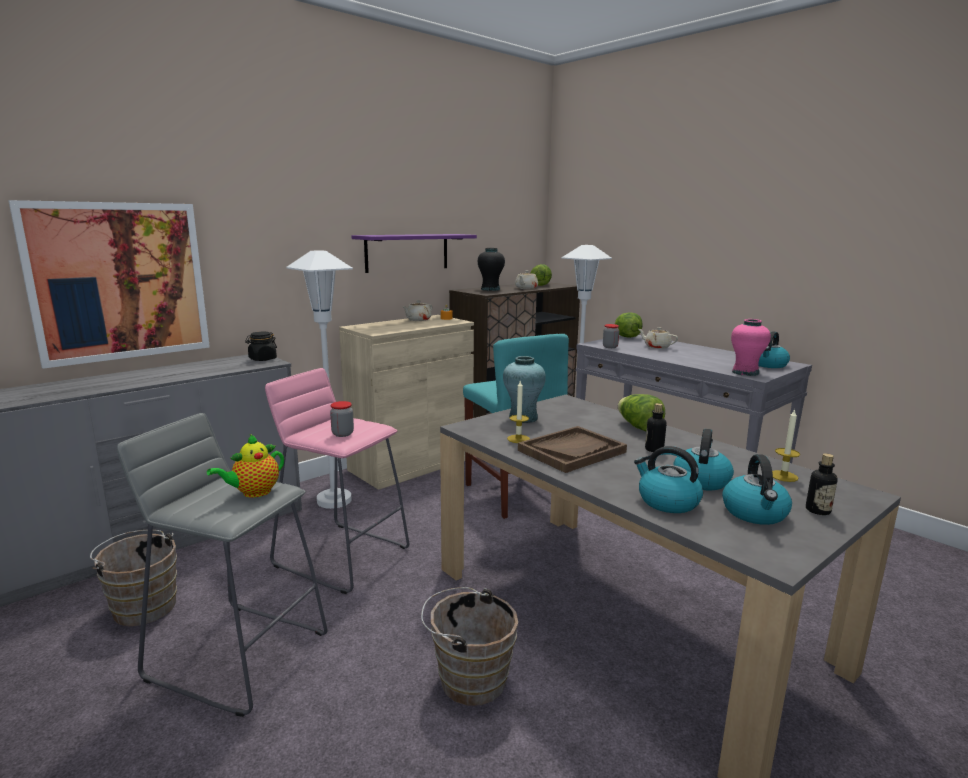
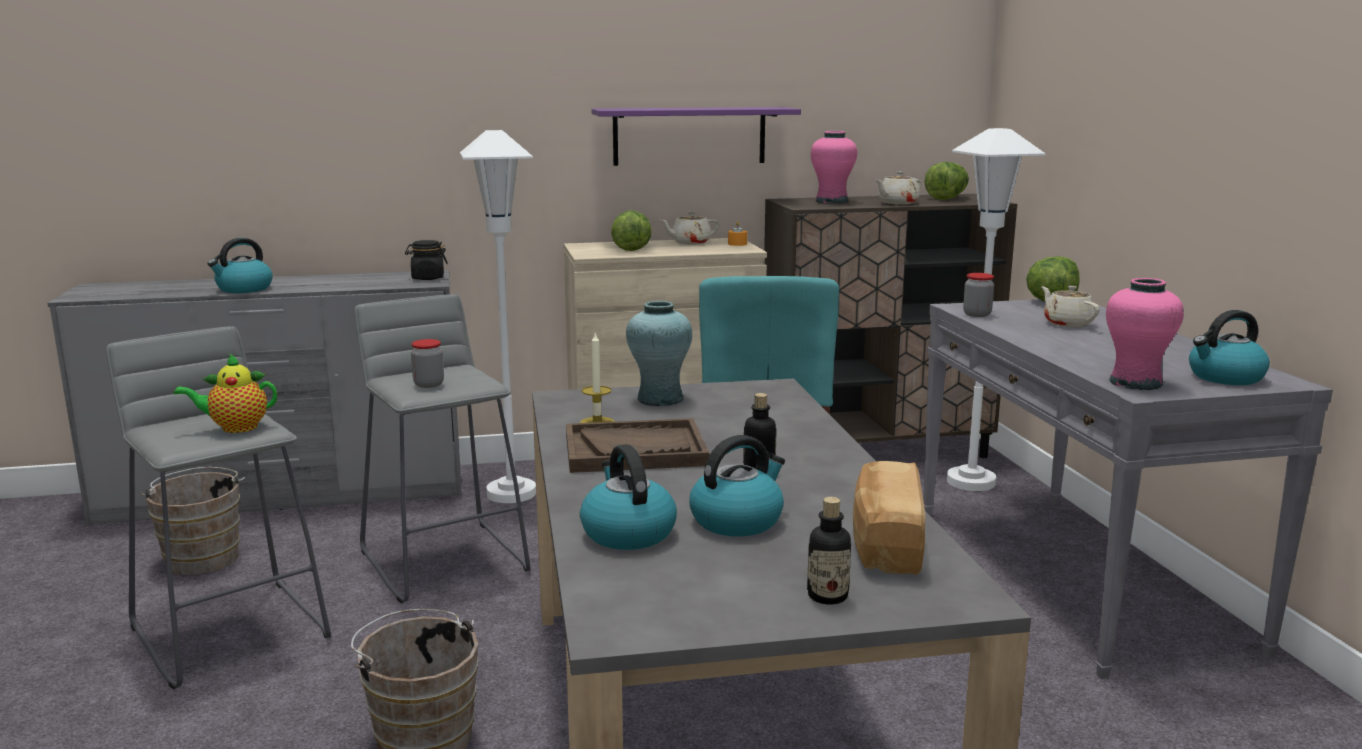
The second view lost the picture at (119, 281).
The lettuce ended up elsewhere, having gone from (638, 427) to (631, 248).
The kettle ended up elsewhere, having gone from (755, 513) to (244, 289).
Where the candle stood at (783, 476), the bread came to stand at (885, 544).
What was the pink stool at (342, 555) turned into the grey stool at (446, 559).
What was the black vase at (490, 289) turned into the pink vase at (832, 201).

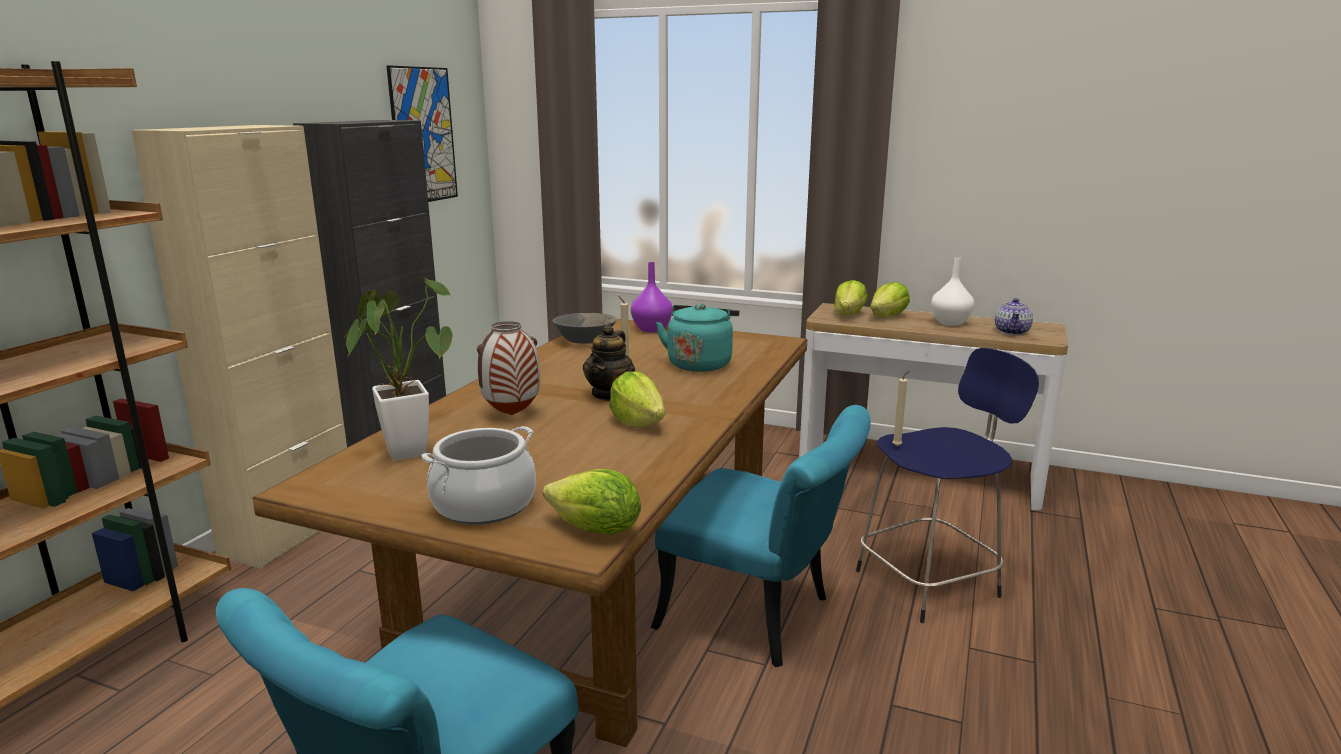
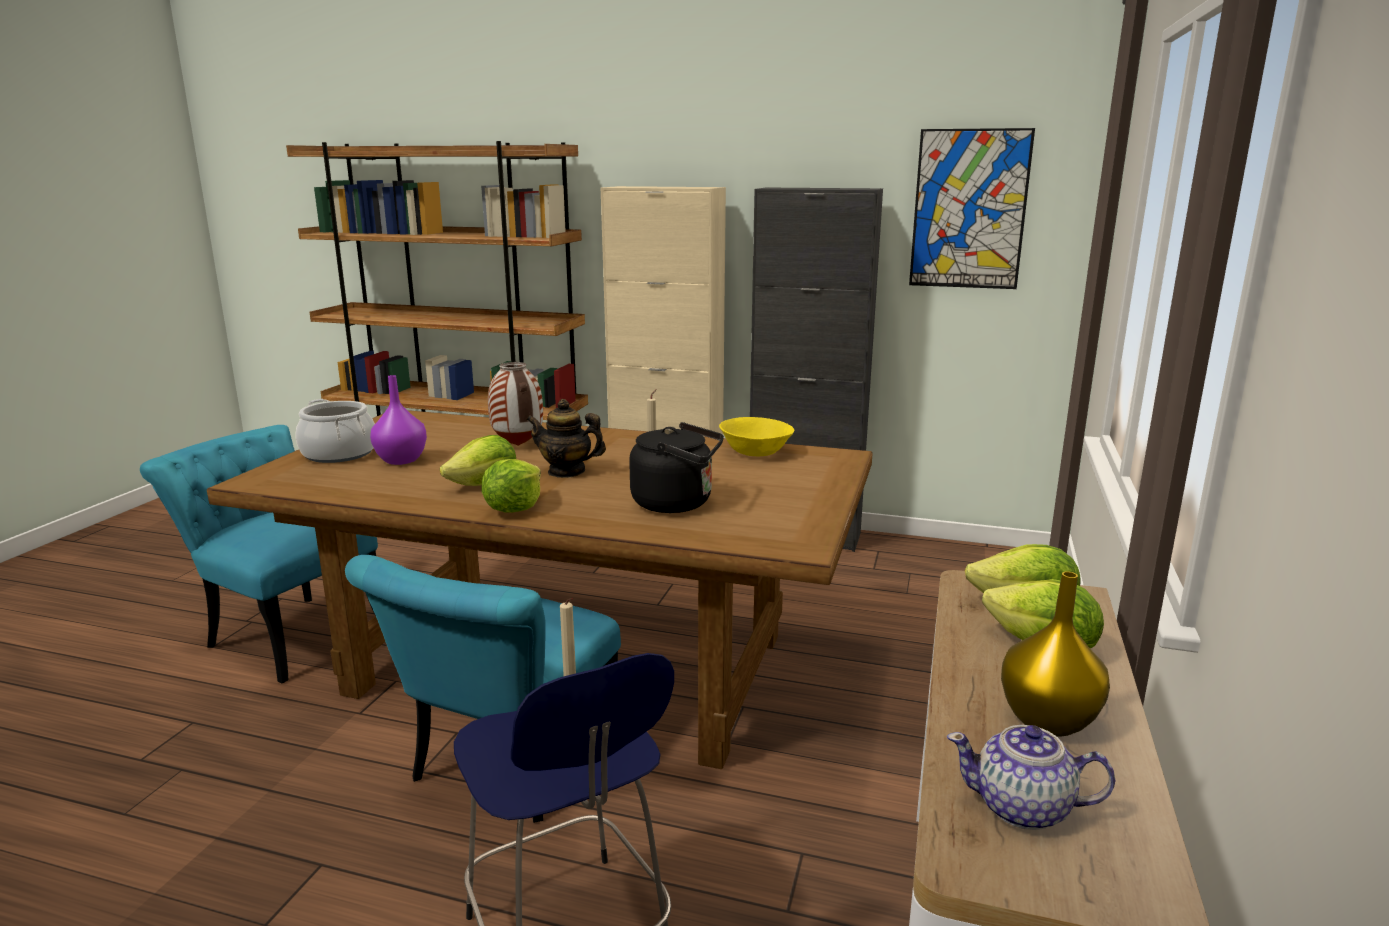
The second view lost the potted plant at (405, 449).
The lettuce ended up elsewhere, having gone from (596, 530) to (514, 508).
The purple vase ended up elsewhere, having gone from (652, 329) to (401, 460).
What was the grey bowl at (585, 341) turned into the yellow bowl at (754, 452).
What was the turquoise kettle at (700, 363) turned into the black kettle at (677, 503).
What was the white vase at (949, 323) turned into the yellow vase at (1048, 719).

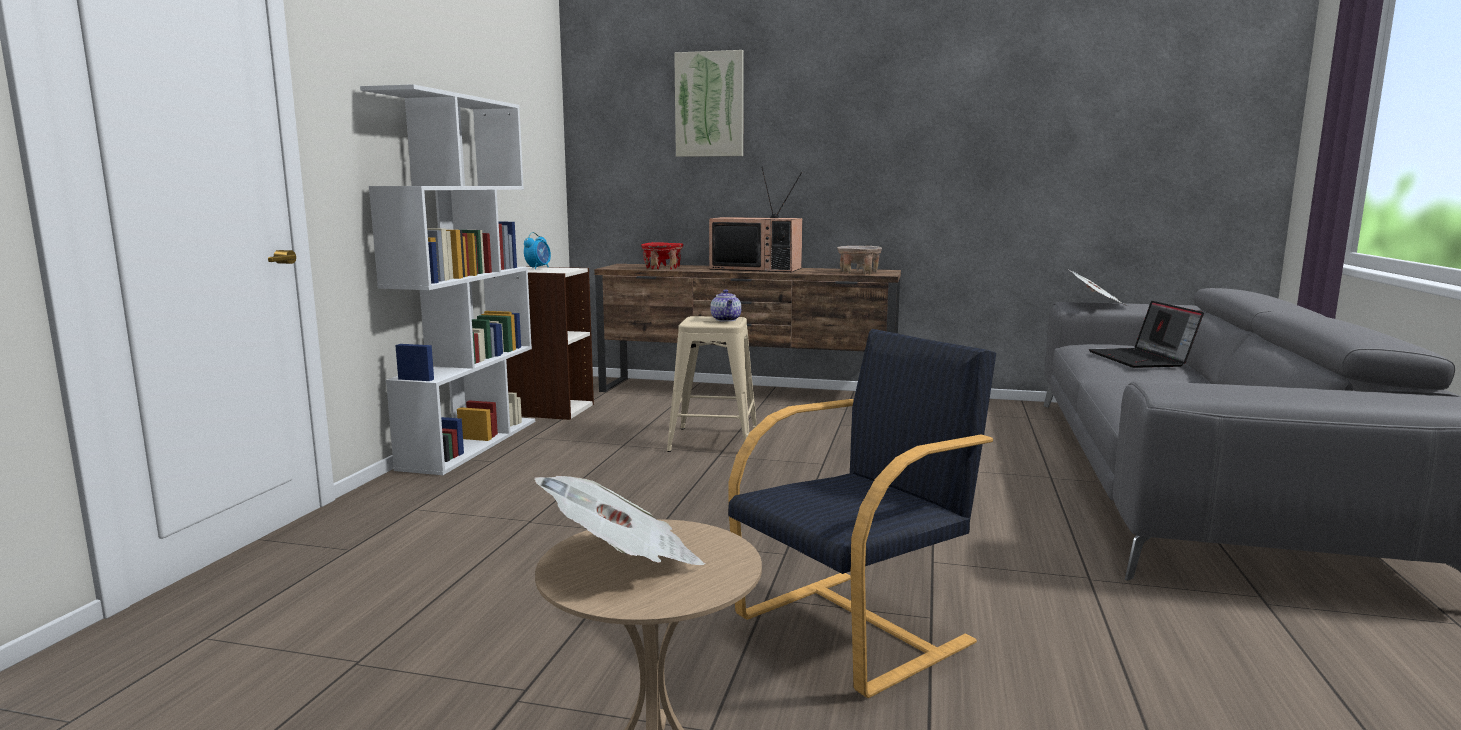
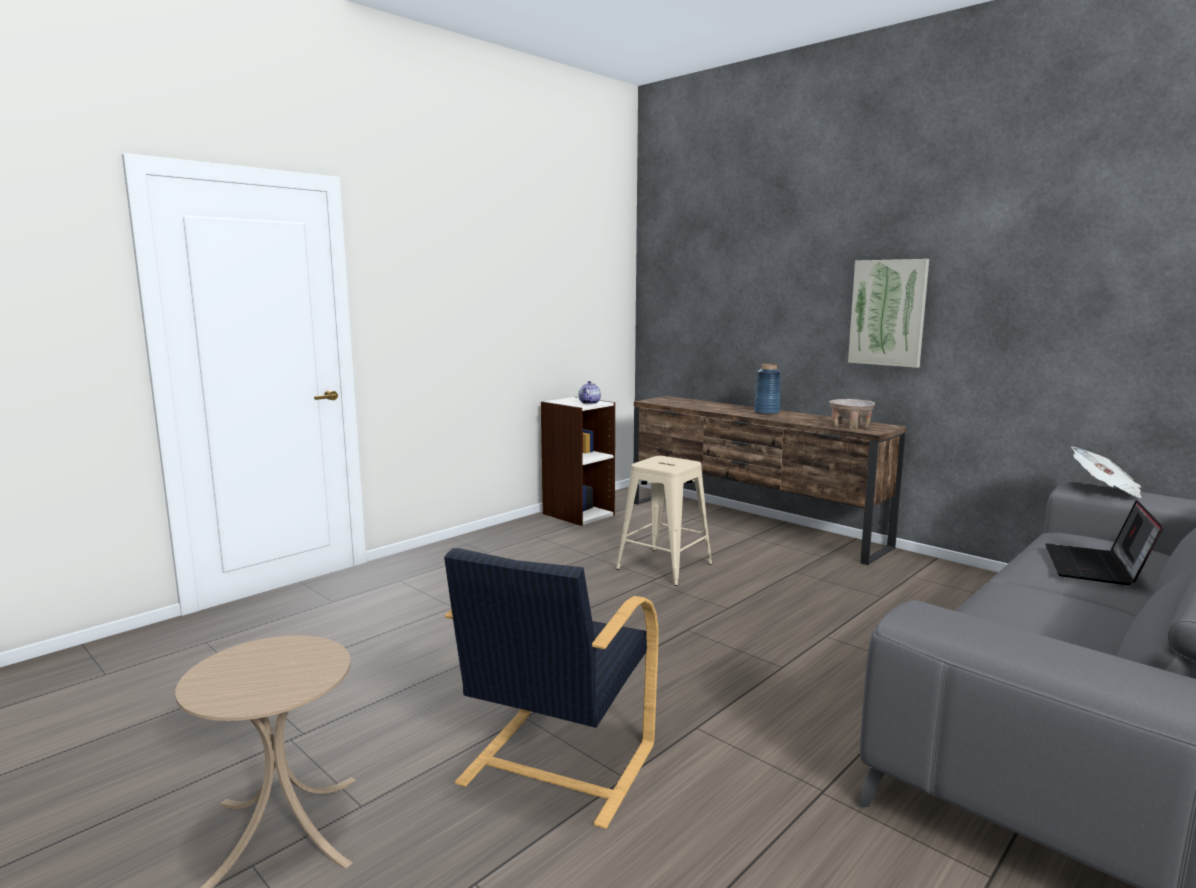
The second view lost the white bookcase at (470, 443).
The second view lost the alarm clock at (538, 268).
The second view lost the newspaper at (623, 561).
The second view lost the red bowl at (662, 268).
The picture ended up elsewhere, having gone from (709, 104) to (888, 313).
The teapot ended up elsewhere, having gone from (726, 320) to (590, 403).
Where the television stood at (757, 269), the blue vase came to stand at (767, 412).
The black armchair at (856, 628) ended up facing another way, 120 degrees clockwise from before.

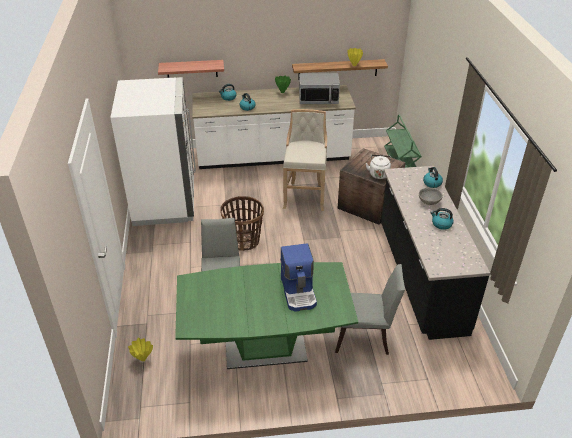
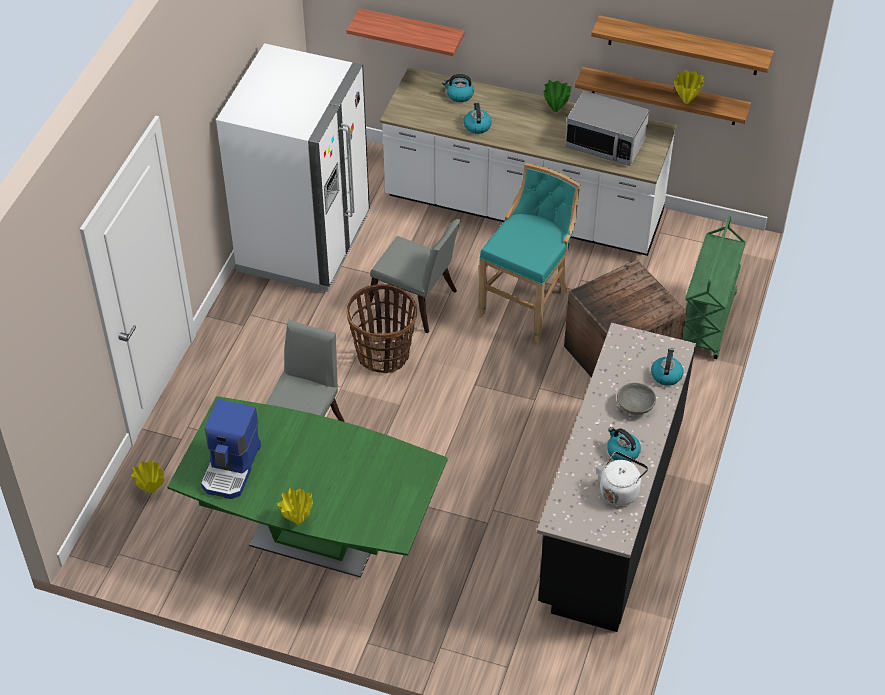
The second view gained the yellow vase at (298, 520).
The second view gained the shelf at (683, 46).
The coffee machine ended up elsewhere, having gone from (299, 292) to (232, 468).
The grey chair ended up elsewhere, having gone from (365, 336) to (416, 303).
The white kettle ended up elsewhere, having gone from (378, 174) to (620, 490).
What was the beige stool at (305, 195) turned into the turquoise stool at (527, 303).

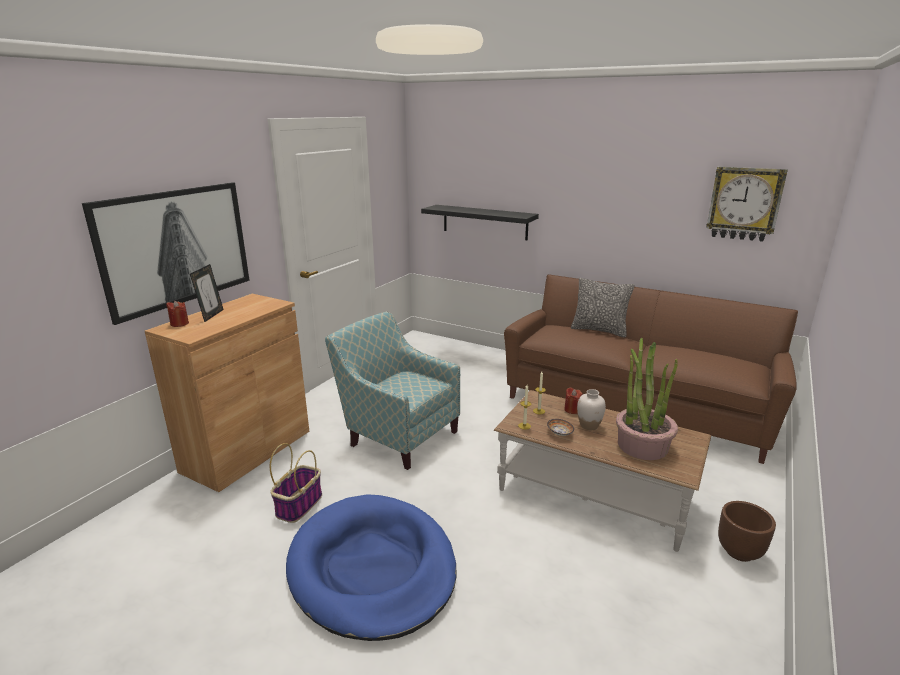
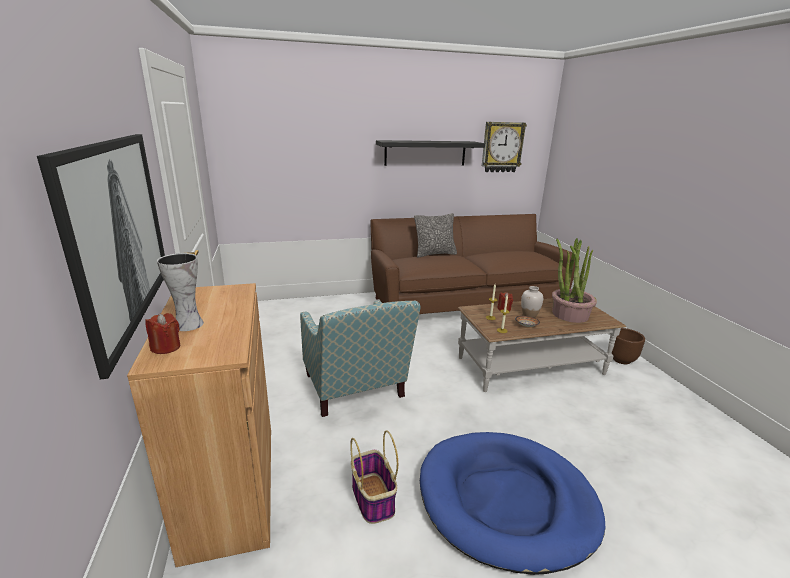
The black shelf ended up elsewhere, having gone from (484, 222) to (425, 153).
Where the picture frame stood at (211, 315), the vase came to stand at (187, 324).
The armchair at (397, 434) ended up facing another way, 105 degrees counterclockwise from before.

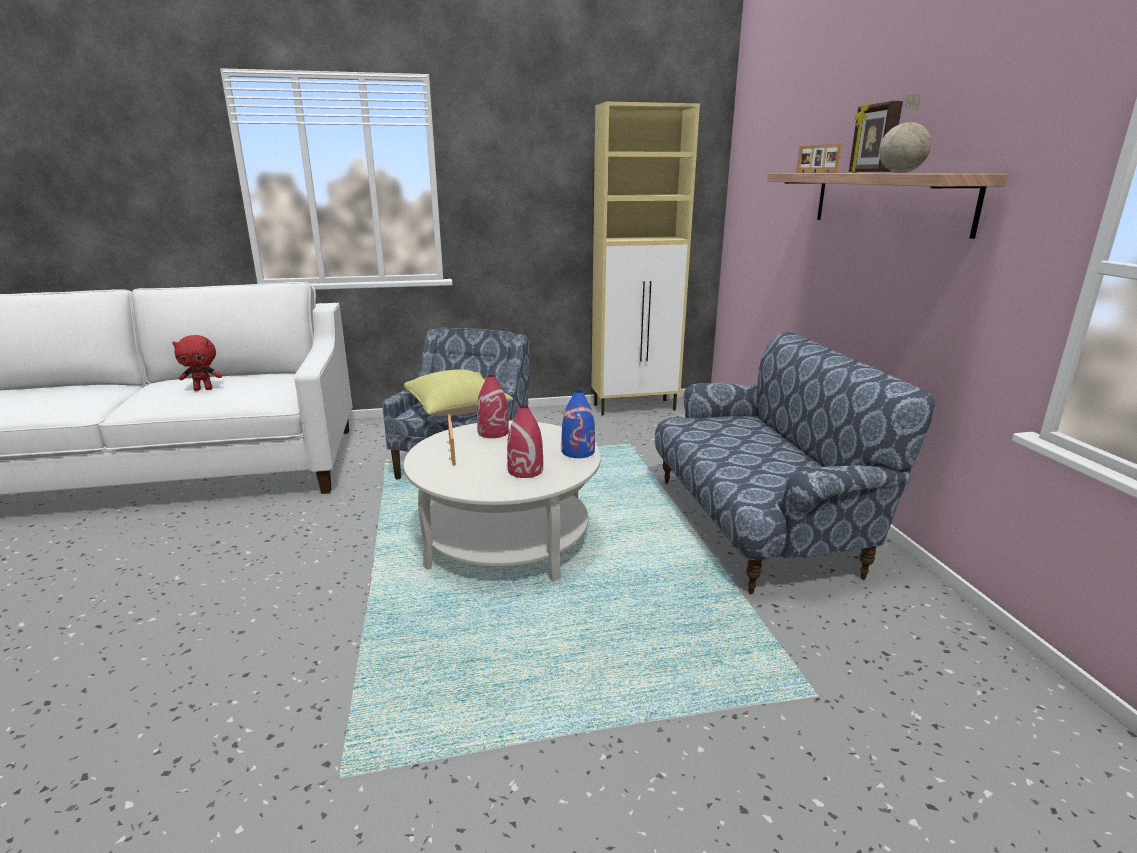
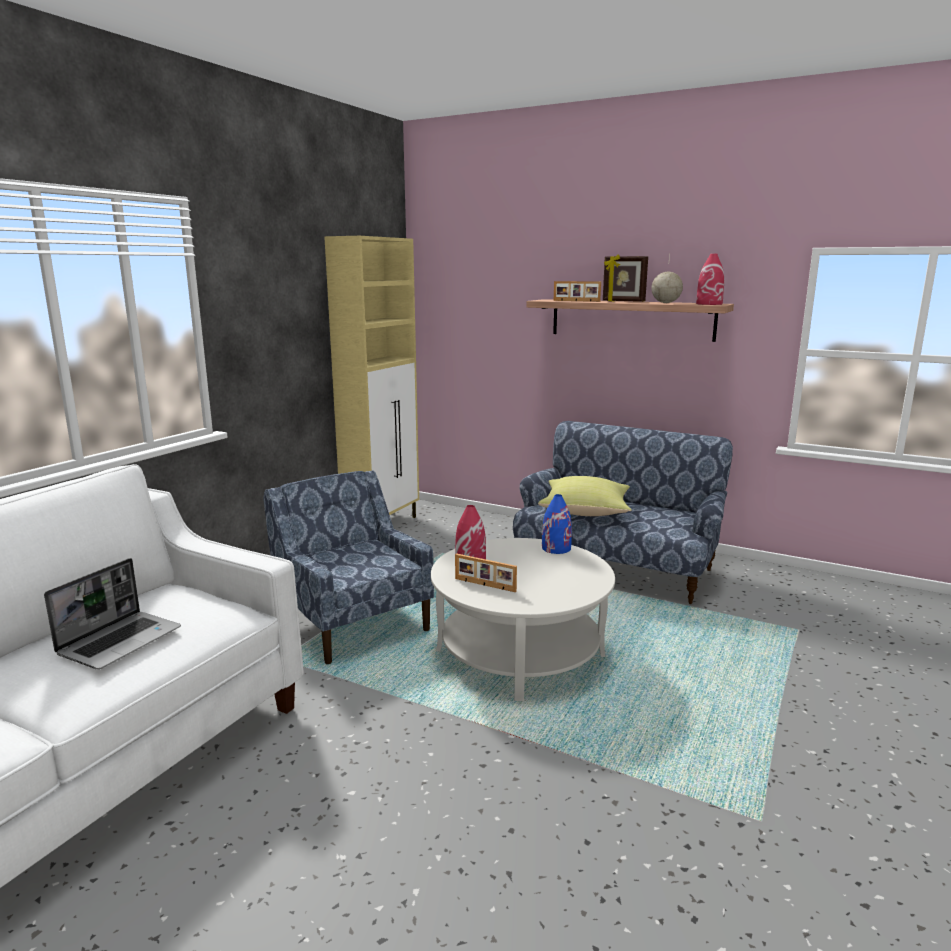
The yellow pillow ended up elsewhere, having gone from (458, 411) to (586, 512).
The red vase ended up elsewhere, having gone from (525, 470) to (709, 304).
Where the red plush toy stood at (204, 389), the laptop came to stand at (121, 641).

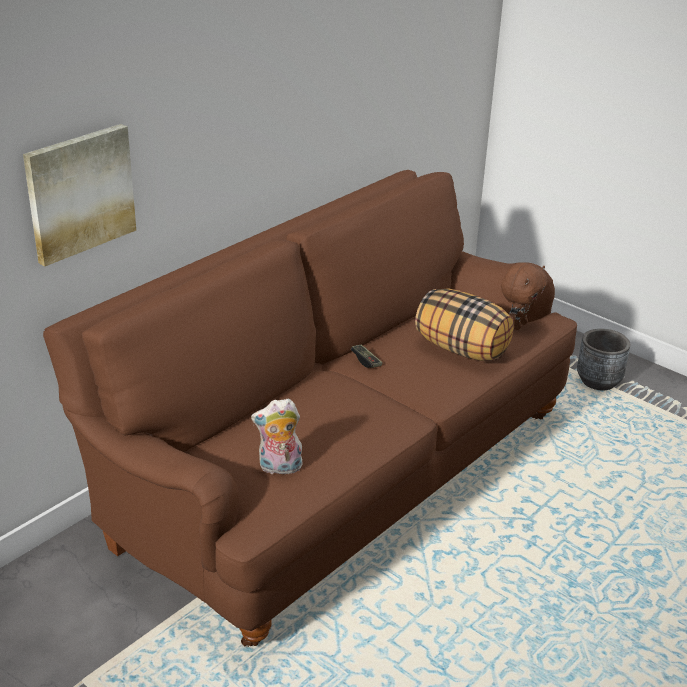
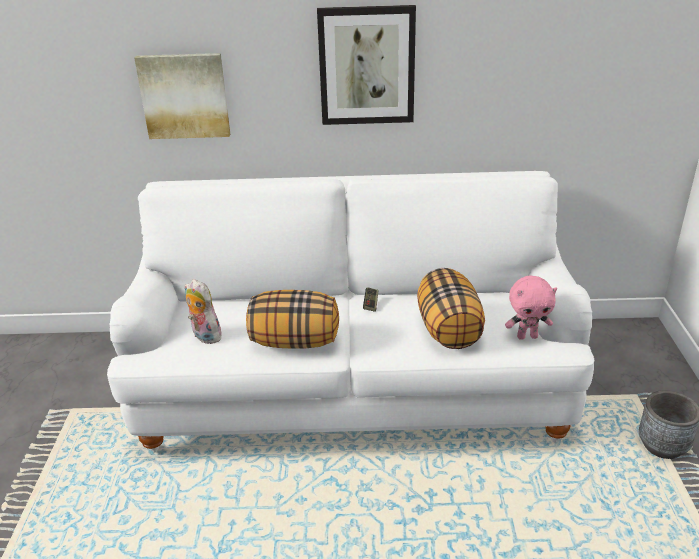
The second view gained the pillow at (295, 341).
The second view gained the picture at (367, 66).
What was the brown sofa at (337, 473) turned into the white sofa at (353, 388).
What was the brown plush toy at (518, 325) turned into the pink plush toy at (527, 336).

